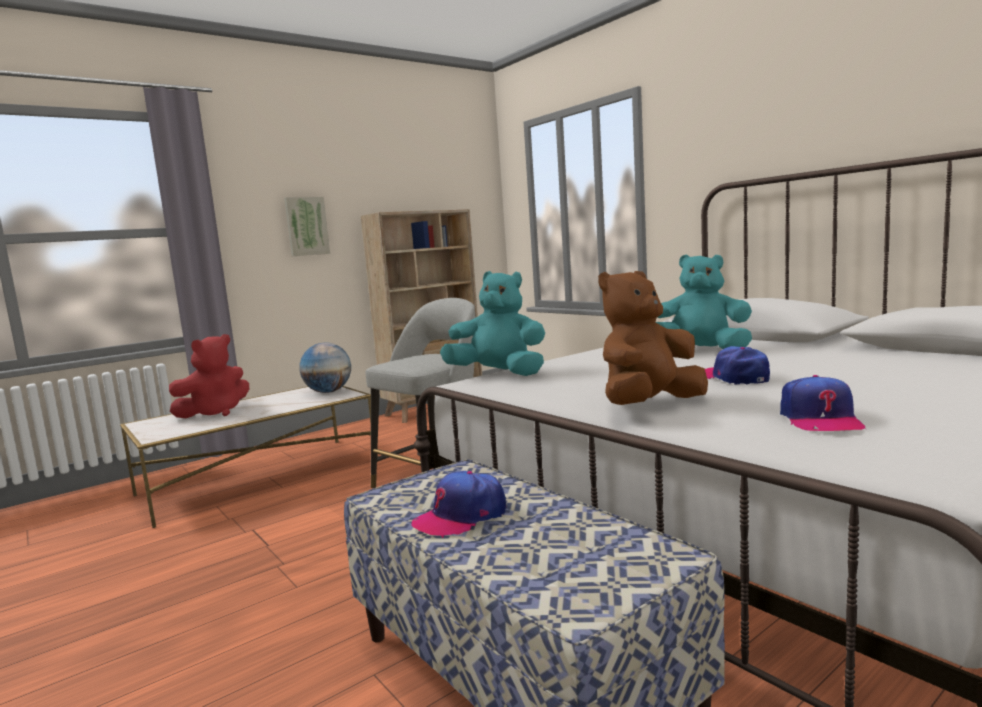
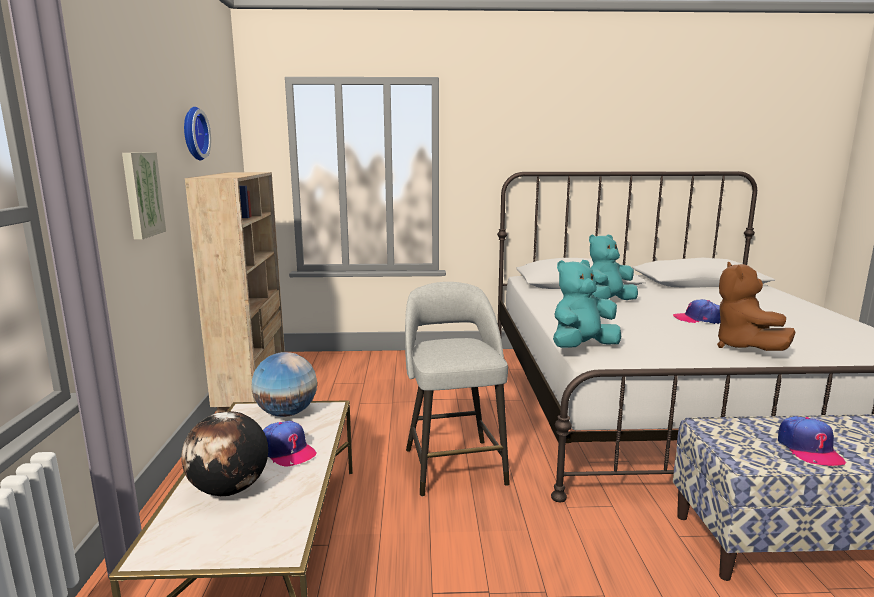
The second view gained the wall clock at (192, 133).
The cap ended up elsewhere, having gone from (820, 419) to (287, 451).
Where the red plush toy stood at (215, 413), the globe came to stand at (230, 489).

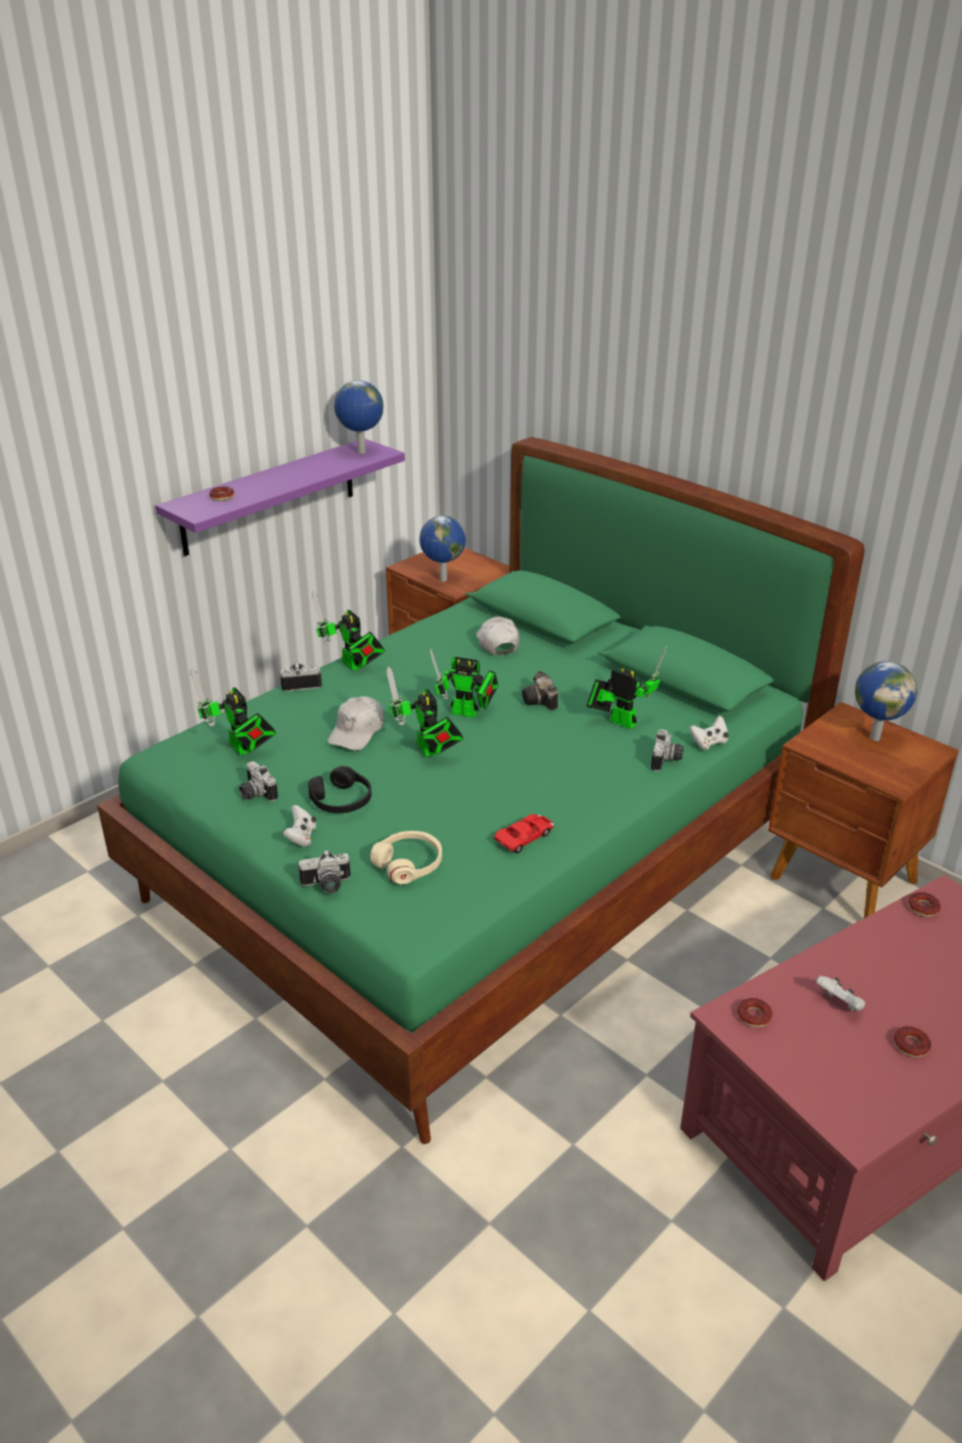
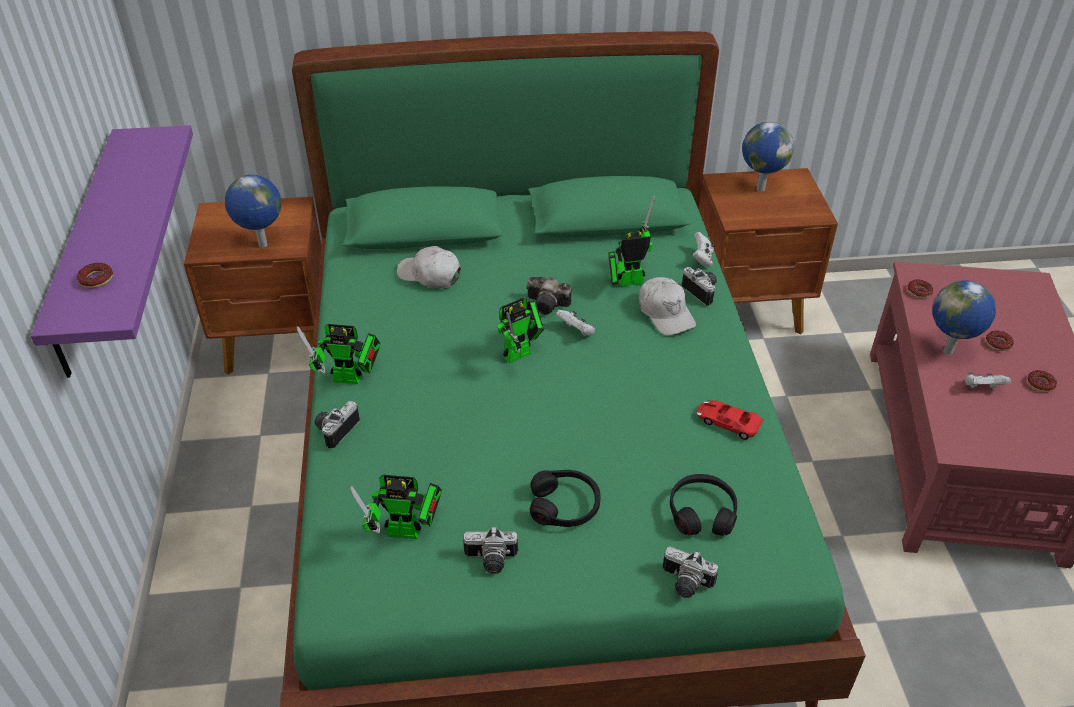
The second view lost the toy robot at (428, 751).
The white game controller ended up elsewhere, having gone from (301, 837) to (576, 331).
The white cap ended up elsewhere, having gone from (357, 732) to (665, 313).
The globe ended up elsewhere, having gone from (361, 452) to (949, 352).
The donut ended up elsewhere, having gone from (754, 1016) to (998, 343).
What was the beige headphones at (409, 864) turned into the black headphones at (702, 512).
The photo camera at (326, 886) ended up facing another way, 90 degrees clockwise from before.
The red toy car at (525, 837) ended up facing another way, 60 degrees counterclockwise from before.

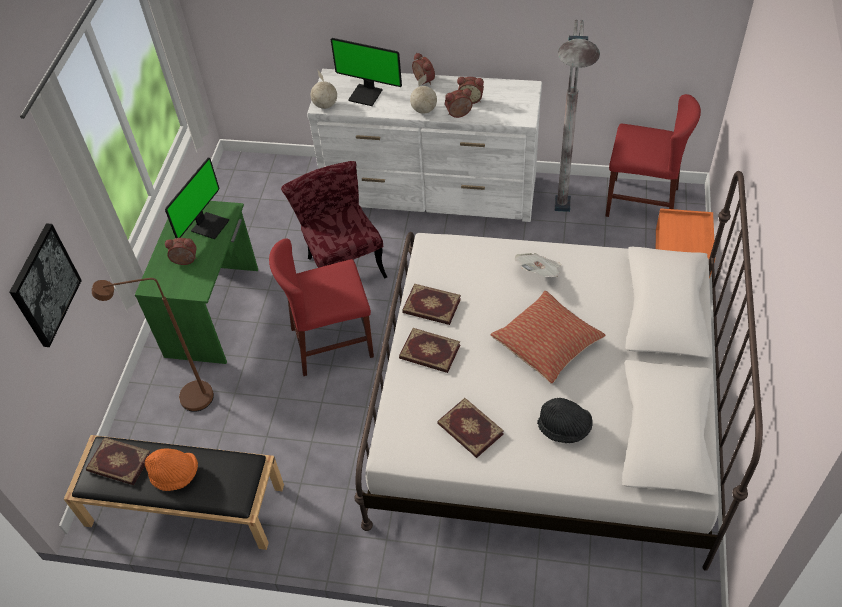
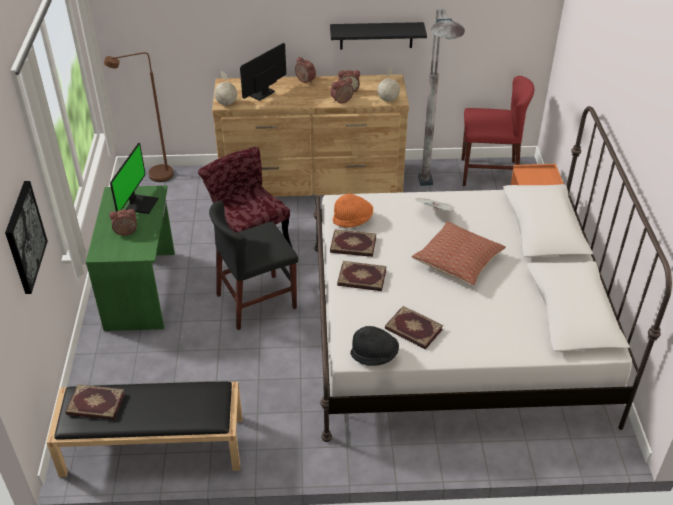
The second view gained the black shelf at (376, 35).
The brown floor lamp ended up elsewhere, having gone from (187, 399) to (154, 176).
The orange hat ended up elsewhere, having gone from (176, 475) to (353, 220).
The globe ended up elsewhere, having gone from (424, 110) to (388, 99).
The black hat ended up elsewhere, having gone from (564, 428) to (374, 355).
What was the red chair at (332, 342) turned into the black chair at (256, 301).
What was the white dresser at (431, 192) turned into the brown dresser at (312, 181).
The monitor at (366, 94) ended up facing another way, 120 degrees clockwise from before.

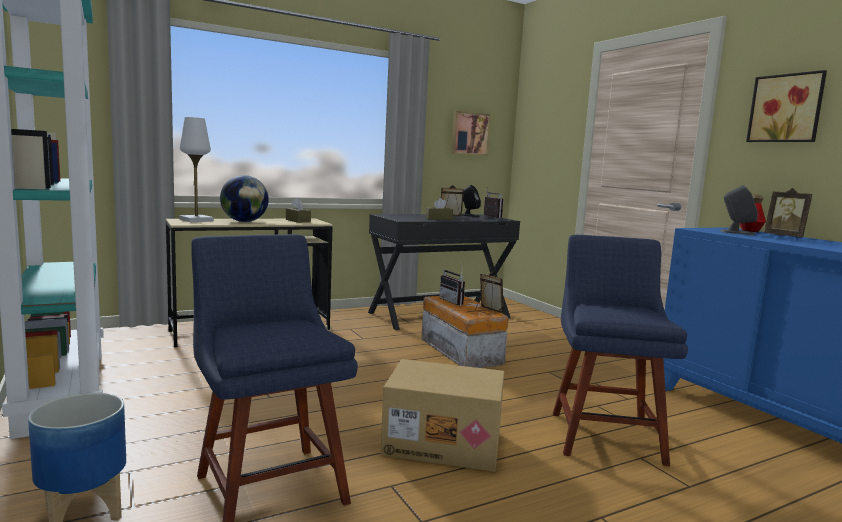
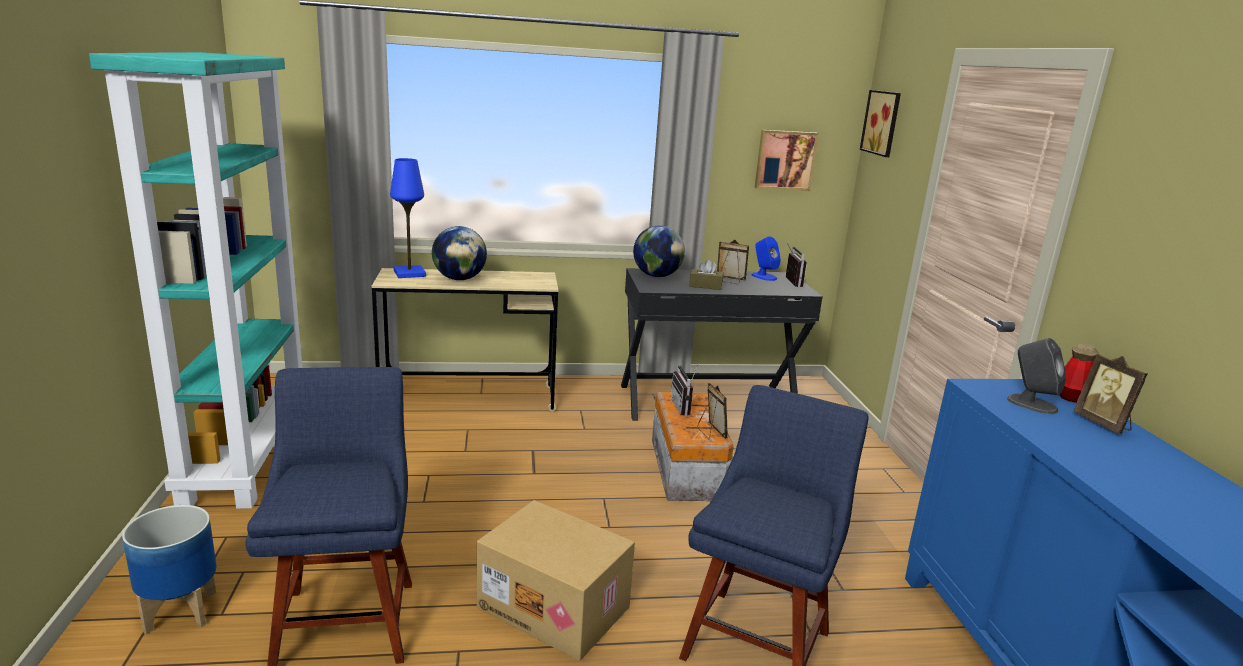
The second view lost the brown tissue box at (298, 221).
The second view gained the globe at (656, 276).
The picture ended up elsewhere, having gone from (787, 108) to (883, 123).
What was the white table lamp at (196, 220) turned into the blue table lamp at (409, 273).
What was the black speaker at (469, 215) turned into the blue speaker at (763, 276).

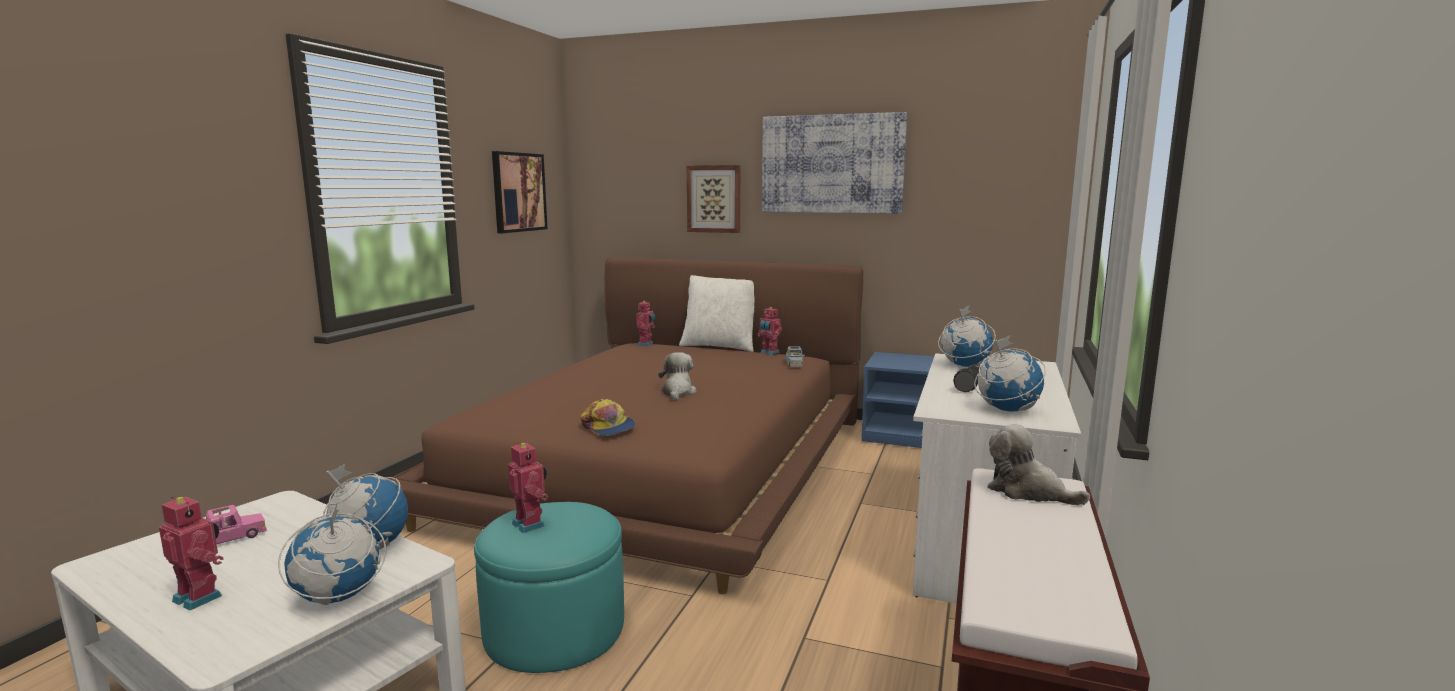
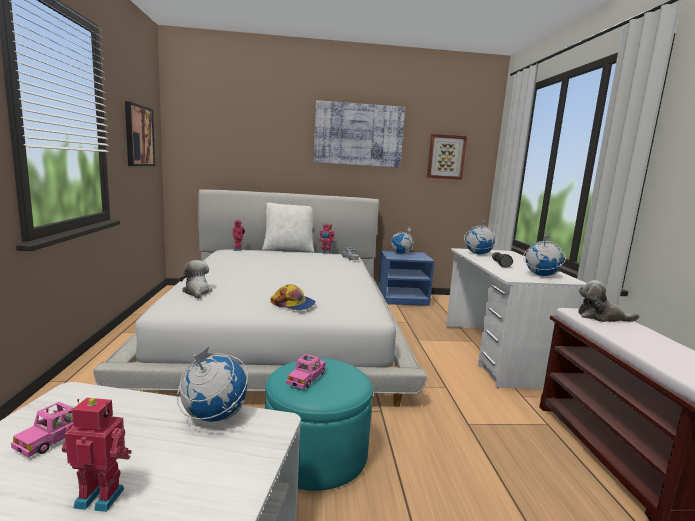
The globe ended up elsewhere, having gone from (337, 598) to (401, 253).
The plush toy ended up elsewhere, having gone from (677, 392) to (197, 292).
The picture ended up elsewhere, having gone from (714, 199) to (446, 157).
Where the toy robot stood at (530, 524), the pink toy car came to stand at (307, 378).
What was the brown bed at (664, 465) turned into the white bed at (280, 330).

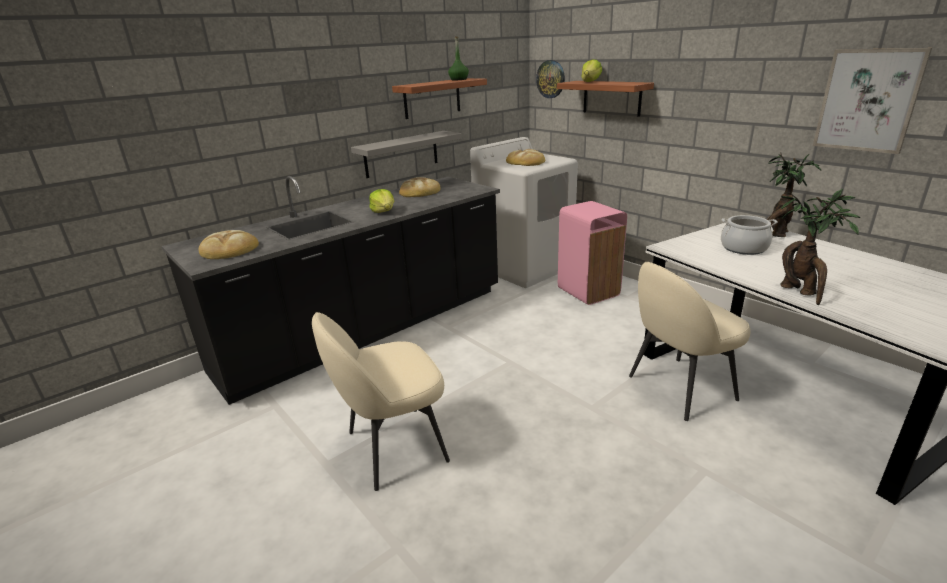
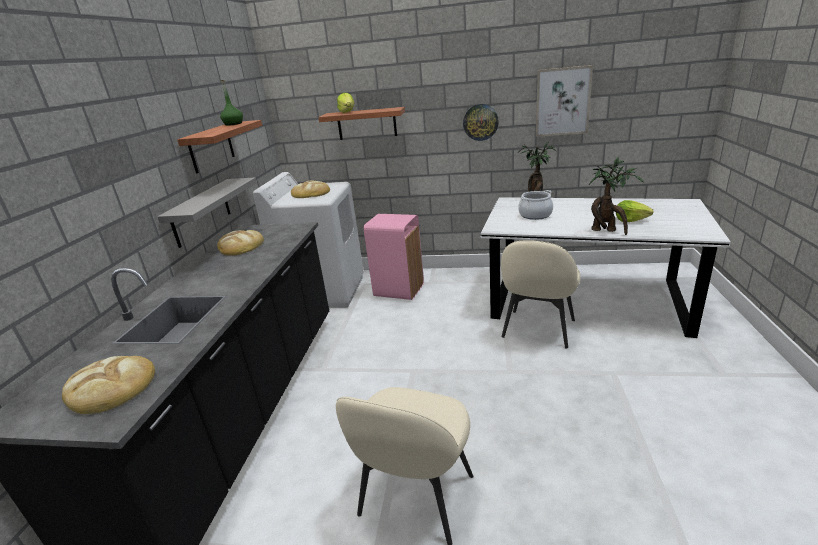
The lettuce ended up elsewhere, having gone from (384, 211) to (630, 220).
The wall clock ended up elsewhere, having gone from (551, 79) to (480, 122).

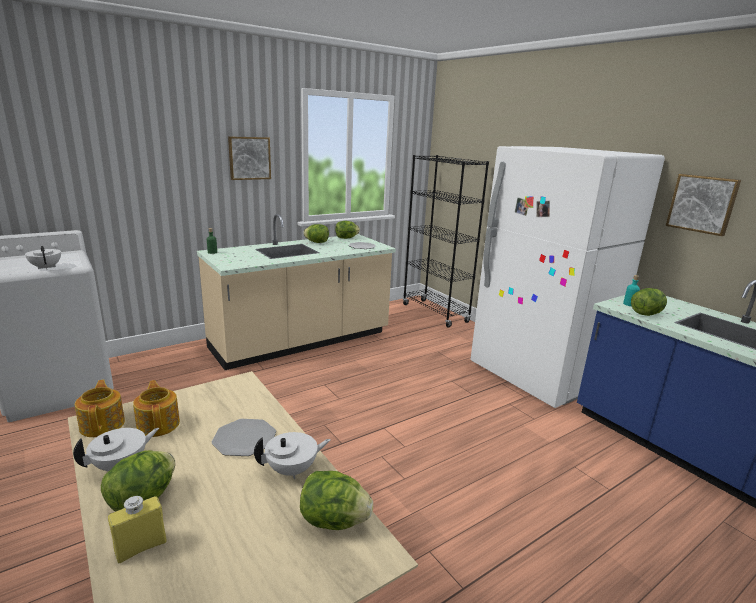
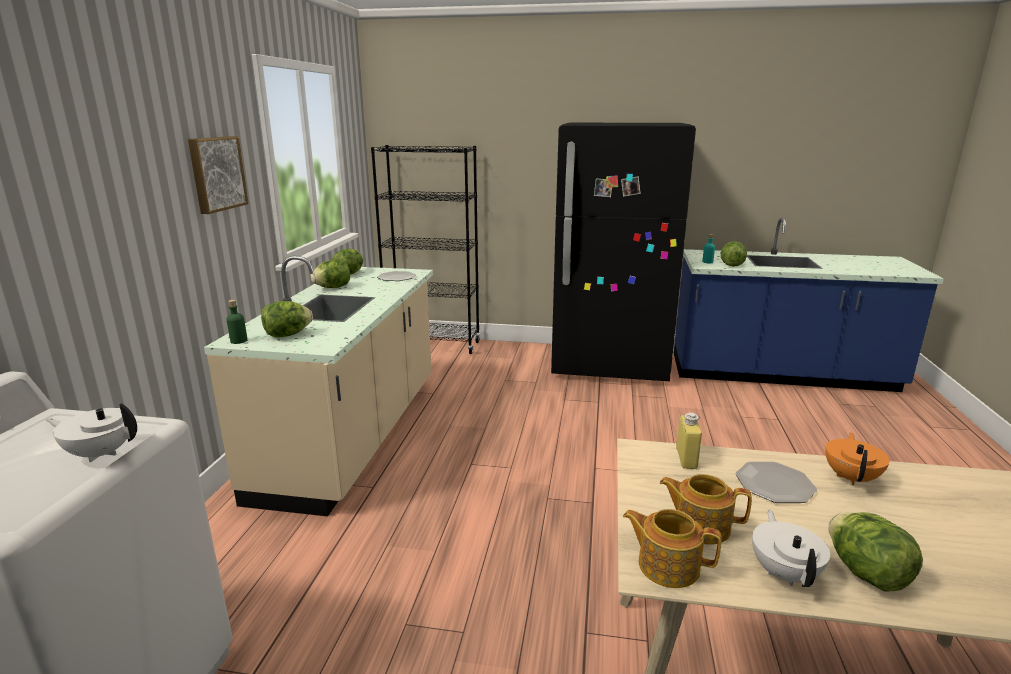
The second view lost the picture at (702, 204).
The yellow bottle ended up elsewhere, having gone from (141, 547) to (686, 458).
The lettuce ended up elsewhere, having gone from (333, 521) to (287, 335).
What was the white teapot at (292, 470) turned into the orange teapot at (851, 477).
What was the white fridge at (536, 376) turned into the black fridge at (609, 365).

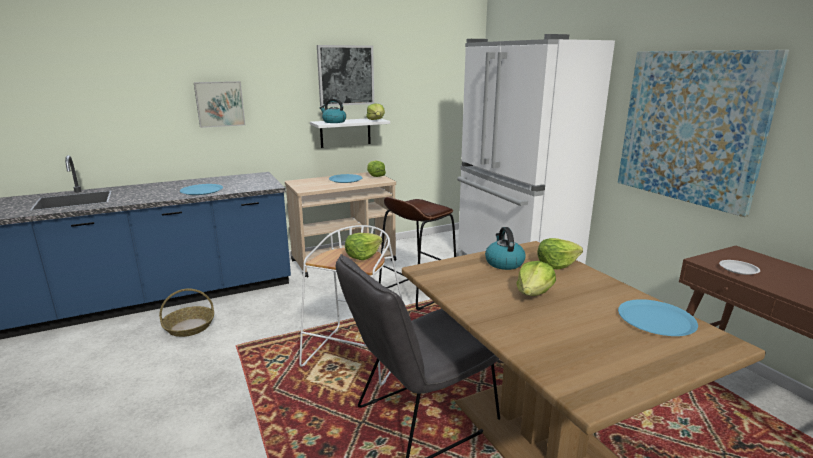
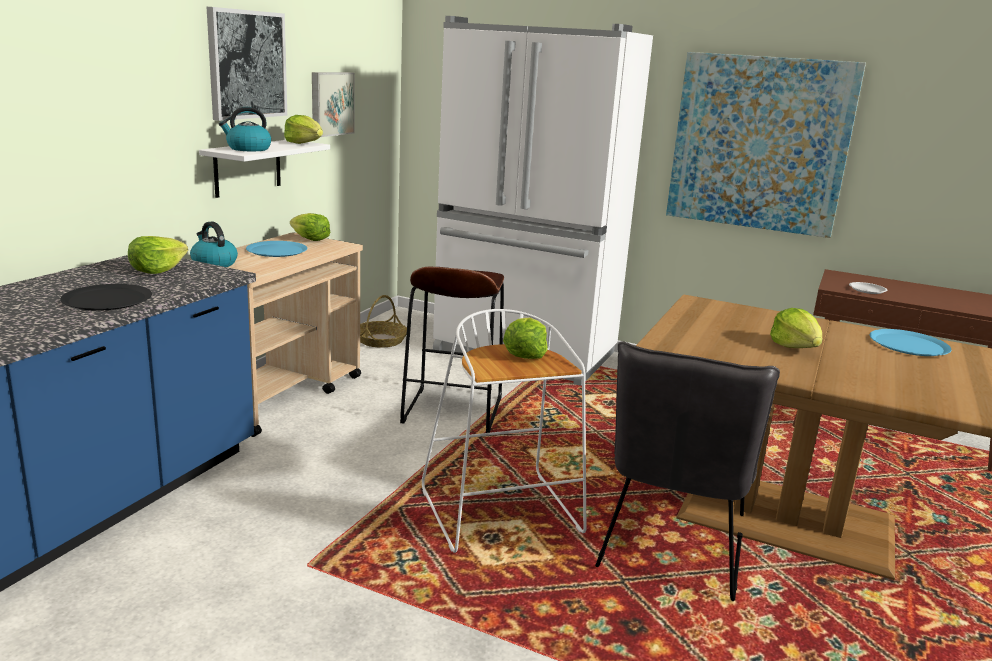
The basket ended up elsewhere, having gone from (189, 327) to (380, 340).
The picture ended up elsewhere, having gone from (219, 104) to (330, 103).
The kettle ended up elsewhere, having gone from (504, 263) to (213, 263).
The lettuce ended up elsewhere, having gone from (556, 264) to (157, 270).
What was the blue plate at (202, 190) turned into the black plate at (107, 299).

